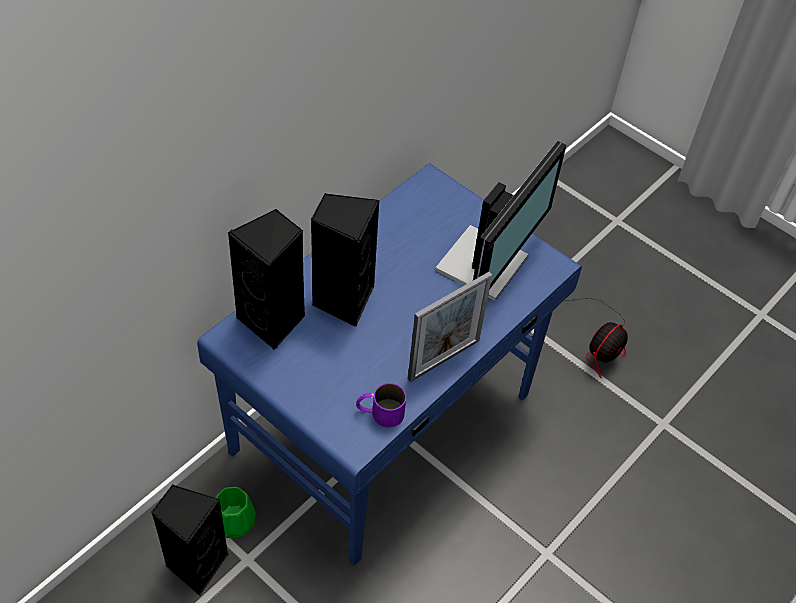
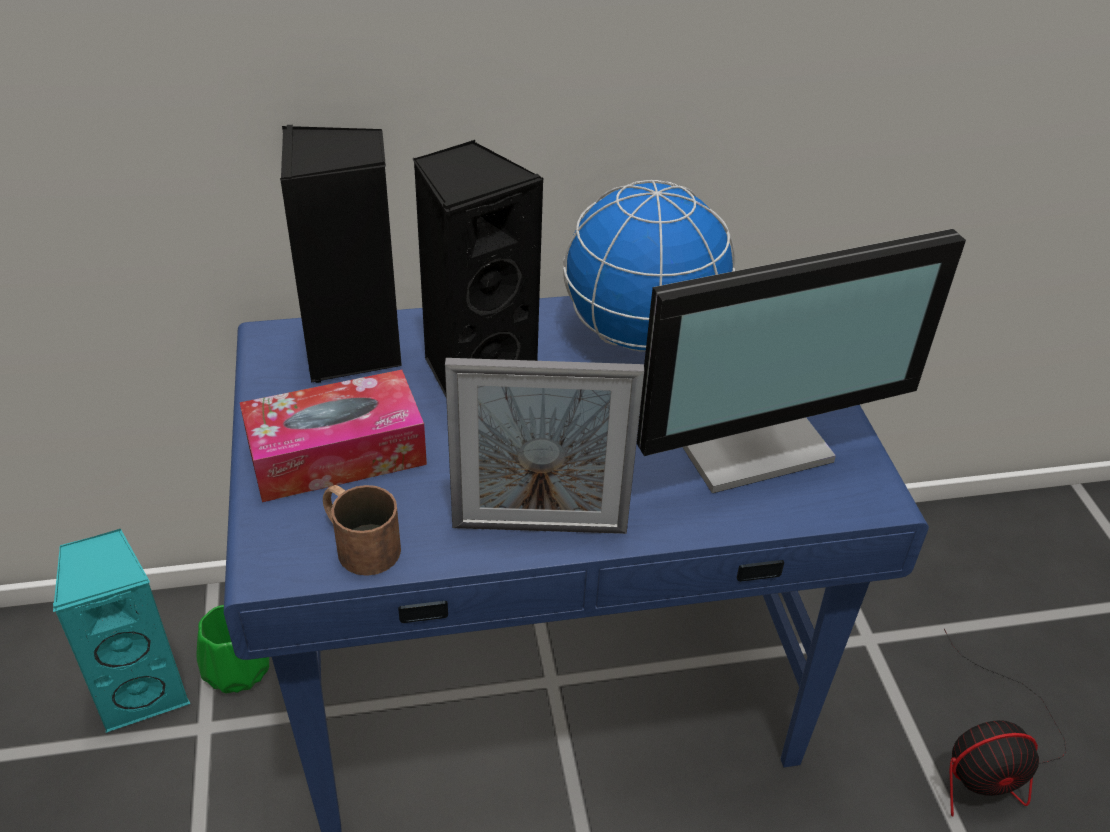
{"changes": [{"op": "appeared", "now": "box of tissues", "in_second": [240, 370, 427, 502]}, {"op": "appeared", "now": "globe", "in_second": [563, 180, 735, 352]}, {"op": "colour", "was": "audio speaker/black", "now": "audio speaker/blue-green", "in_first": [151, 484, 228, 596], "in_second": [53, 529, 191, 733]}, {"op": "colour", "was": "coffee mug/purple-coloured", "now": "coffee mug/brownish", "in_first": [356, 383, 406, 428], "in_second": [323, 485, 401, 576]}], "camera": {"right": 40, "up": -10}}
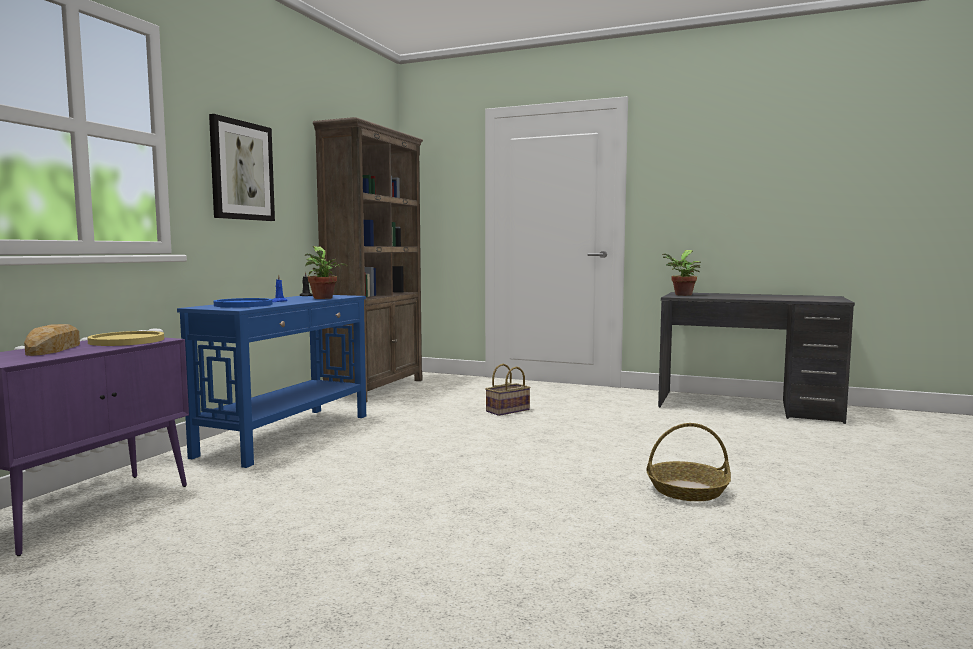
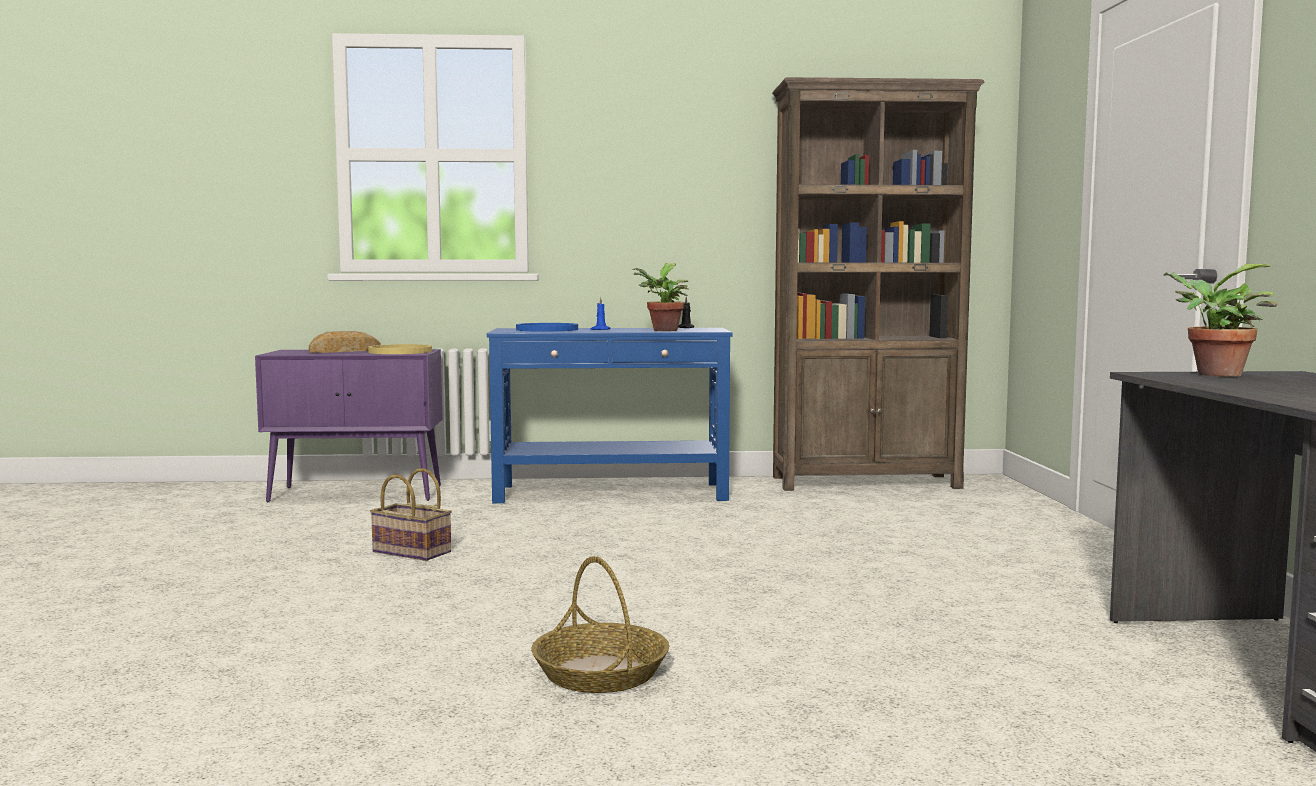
{"changes": [{"op": "missing", "was": "picture", "in_first": [209, 114, 275, 221]}, {"op": "relocated", "was": "storage basket", "in_first": [485, 364, 530, 416], "in_second": [370, 468, 452, 561]}], "camera": {"right": 65, "up": 0}}
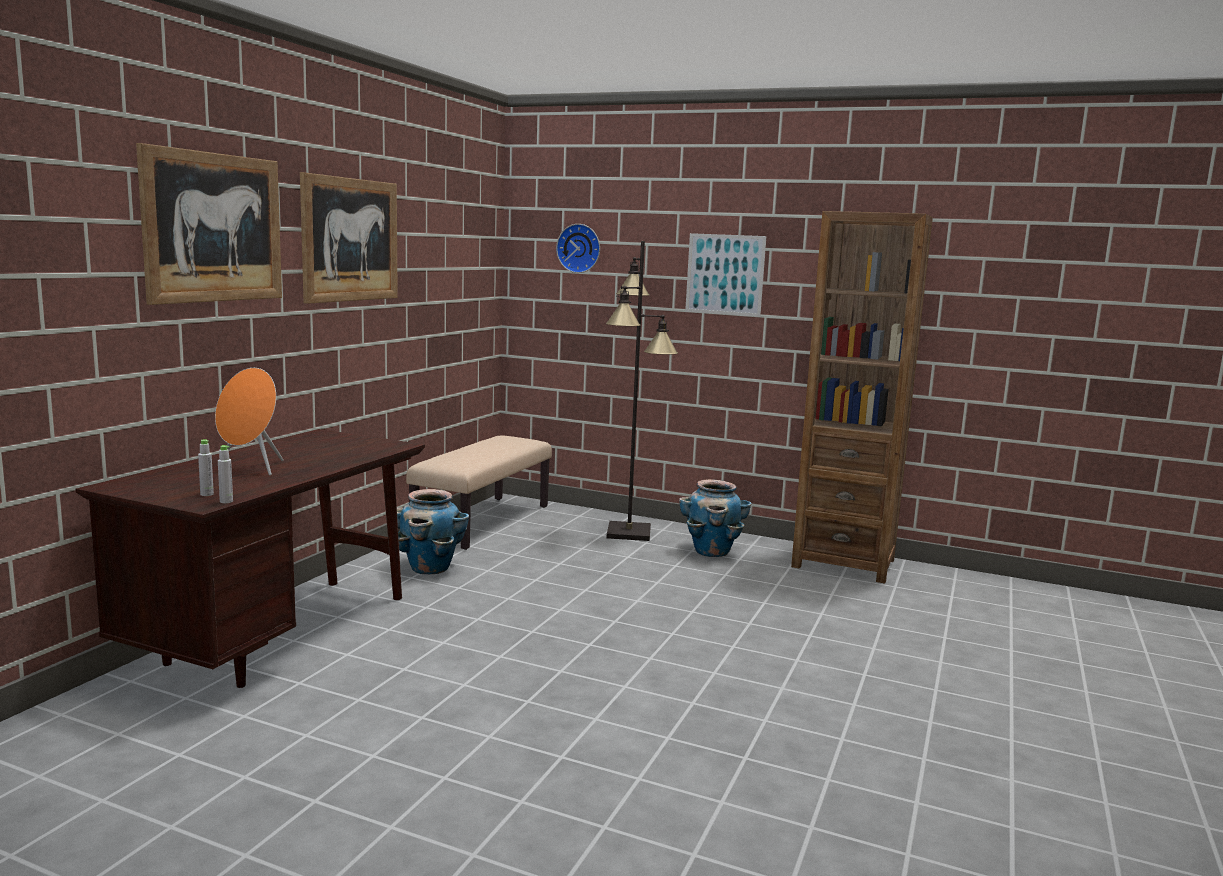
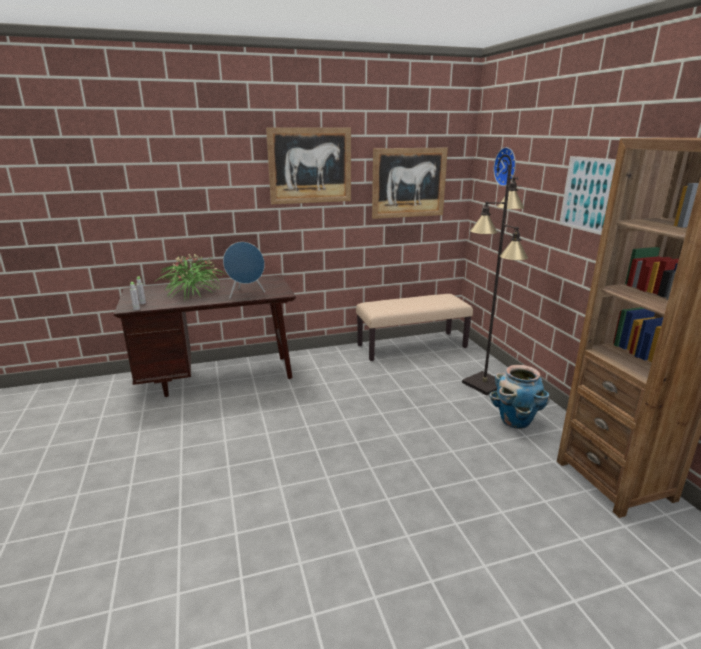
{"changes": [{"op": "missing", "was": "plant pot", "in_first": [397, 489, 469, 574]}, {"op": "appeared", "now": "audio speaker/blue-coloured", "in_second": [223, 242, 265, 299]}, {"op": "relocated", "was": "picture", "in_first": [136, 143, 282, 305], "in_second": [372, 148, 448, 219]}, {"op": "exchanged", "was": "audio speaker/orangey", "now": "potted plant", "in_first": [215, 368, 284, 475], "in_second": [156, 254, 225, 298]}], "camera": {"right": 50, "up": 10}}
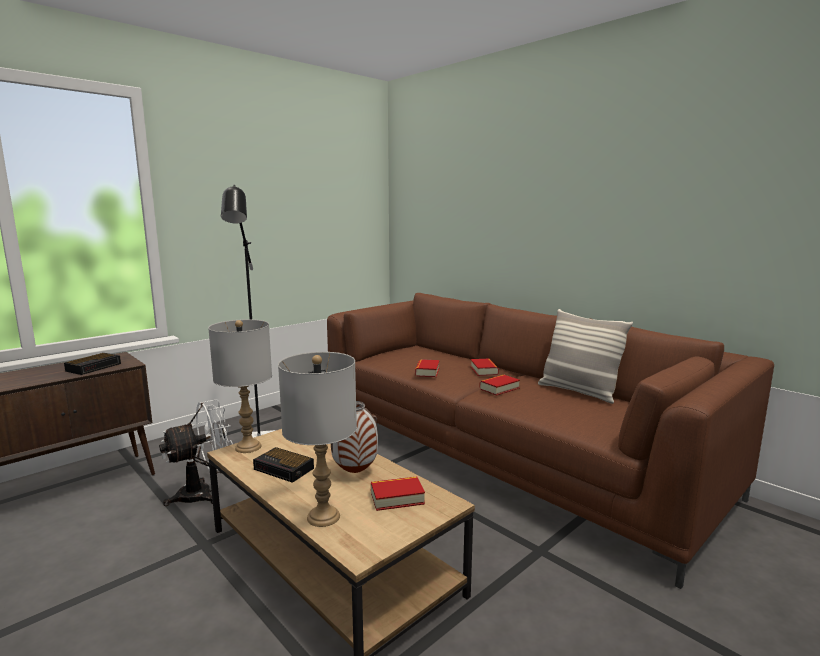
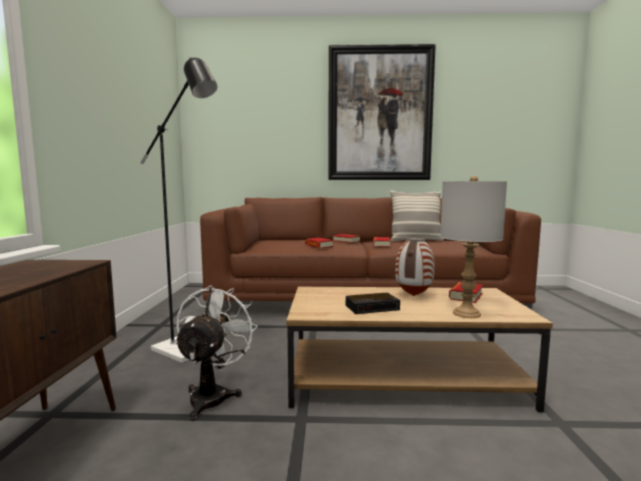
{"changes": [{"op": "missing", "was": "bedside clock", "in_first": [64, 353, 121, 375]}, {"op": "missing", "was": "lamp for a table/greyish", "in_first": [208, 319, 272, 453]}, {"op": "appeared", "now": "picture", "in_second": [328, 44, 436, 180]}], "camera": {"right": -45, "up": -5}}
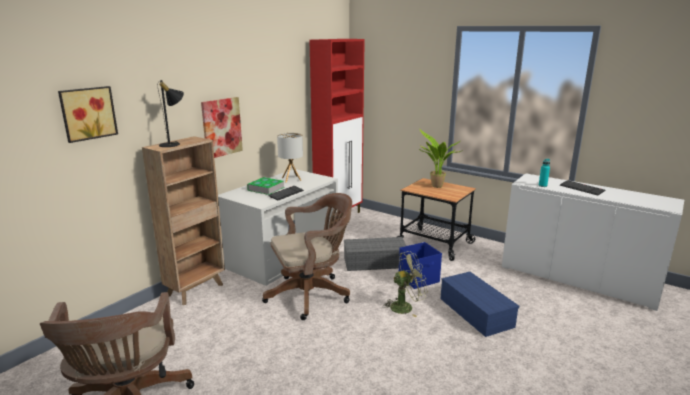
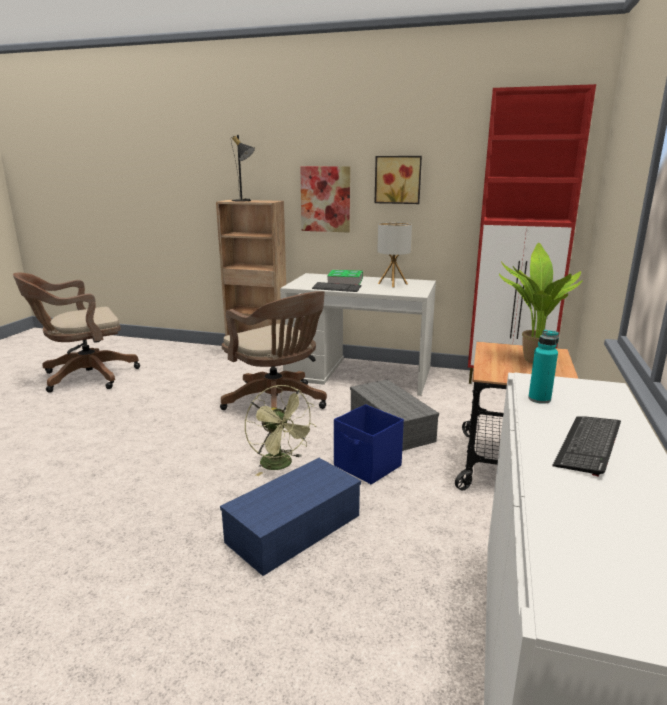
{"changes": [{"op": "relocated", "was": "picture", "in_first": [58, 86, 118, 143], "in_second": [374, 156, 422, 204]}], "camera": {"right": 70, "up": 0}}
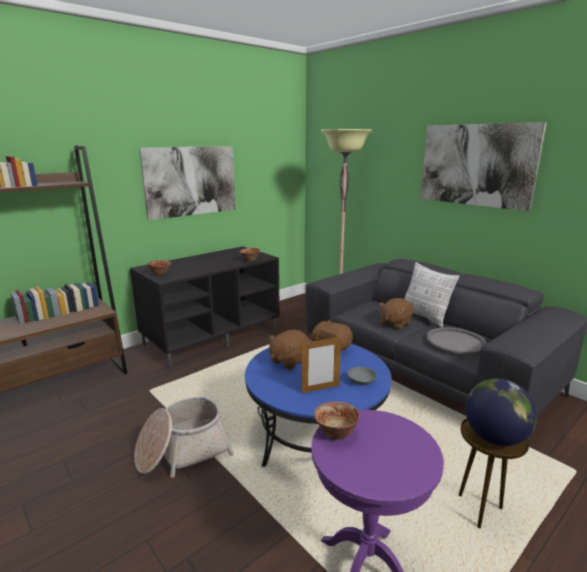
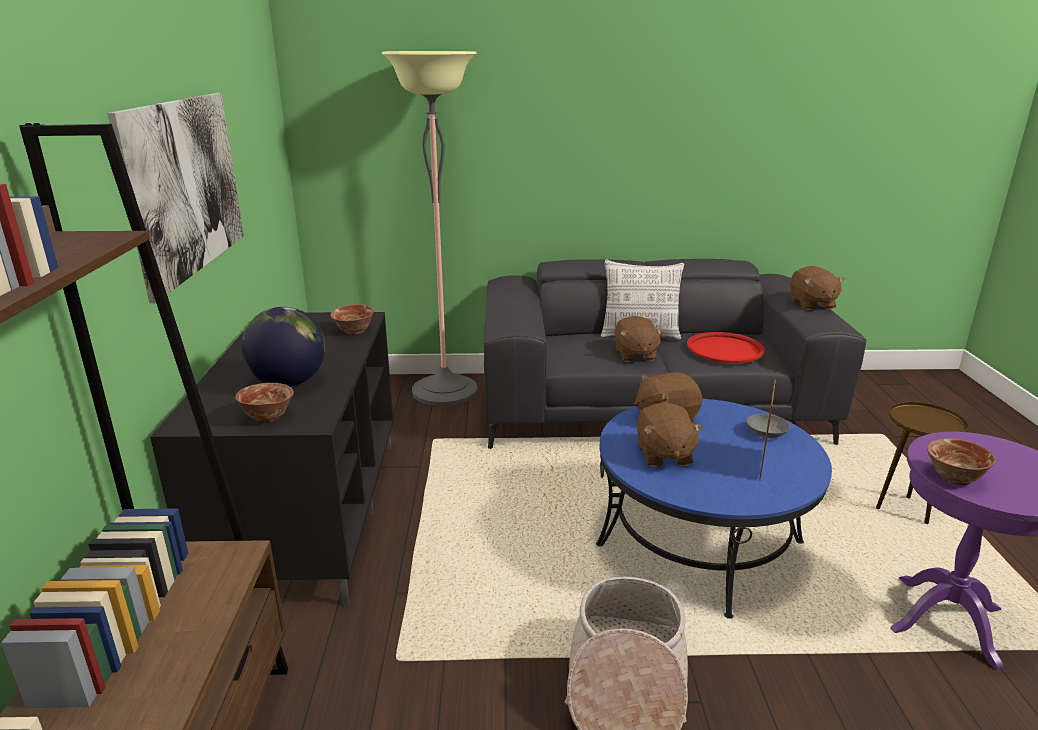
{"changes": [{"op": "missing", "was": "picture", "in_first": [420, 122, 547, 211]}, {"op": "appeared", "now": "soft toy/brownish", "in_second": [790, 266, 845, 310]}, {"op": "relocated", "was": "globe", "in_first": [465, 379, 537, 446], "in_second": [241, 307, 326, 386]}, {"op": "colour", "was": "tray/greyish", "now": "tray/red", "in_first": [427, 327, 487, 354], "in_second": [687, 332, 765, 363]}], "camera": {"right": -50, "up": 5}}
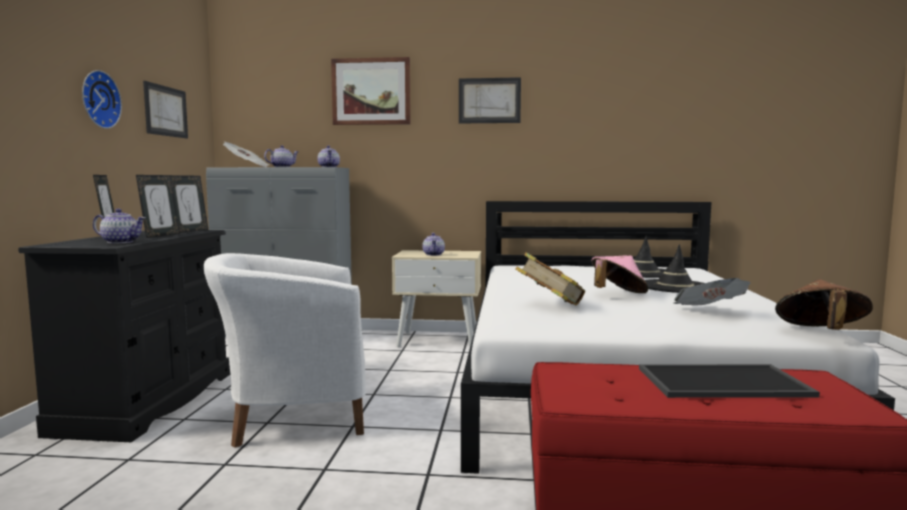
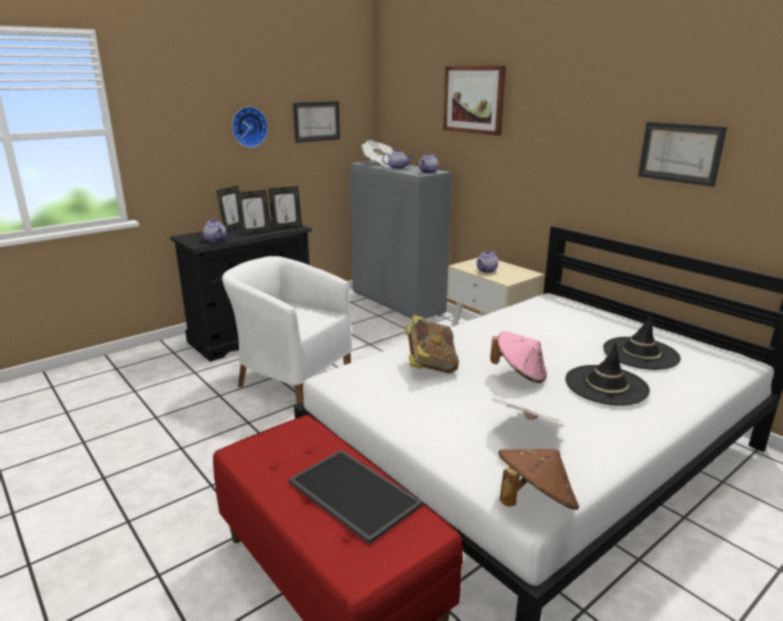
{"changes": [{"op": "relocated", "was": "picture", "in_first": [459, 77, 521, 123], "in_second": [638, 122, 727, 187]}], "camera": {"right": 45, "up": 15}}
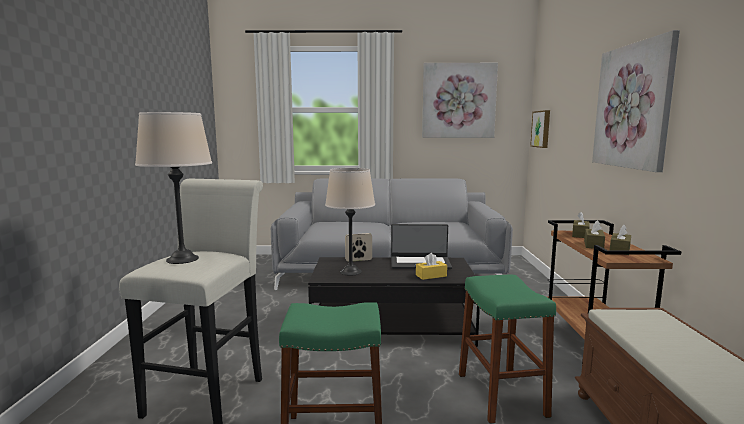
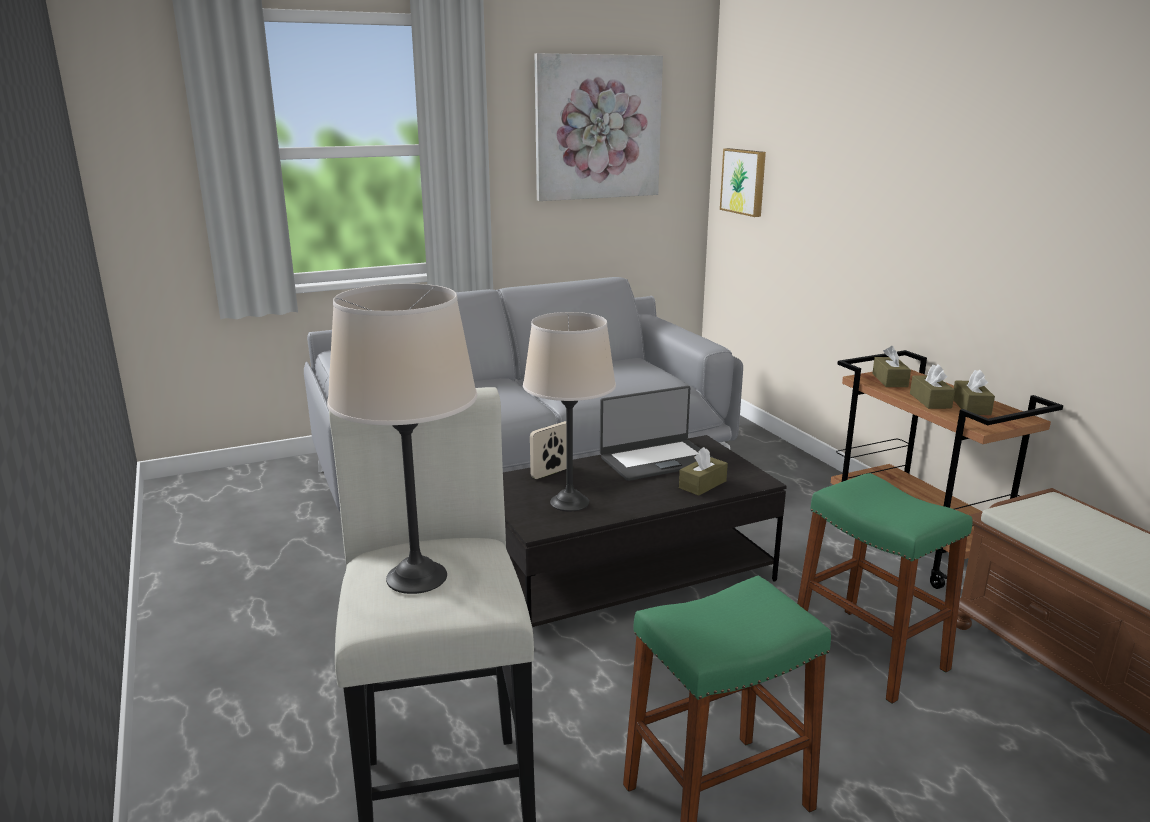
{"changes": [{"op": "missing", "was": "picture", "in_first": [592, 30, 680, 172]}, {"op": "colour", "was": "box of tissues/yellow", "now": "box of tissues/brownish", "in_first": [416, 253, 447, 280], "in_second": [679, 447, 728, 496]}], "camera": {"right": -25, "up": 10}}
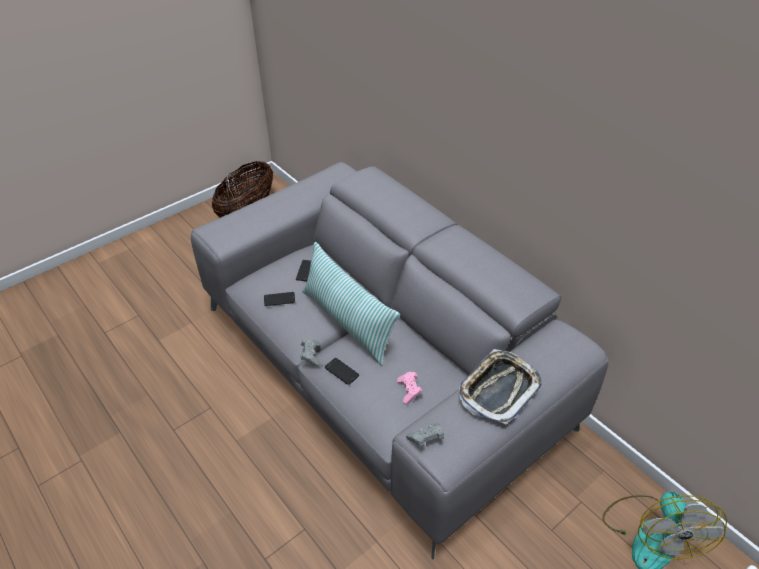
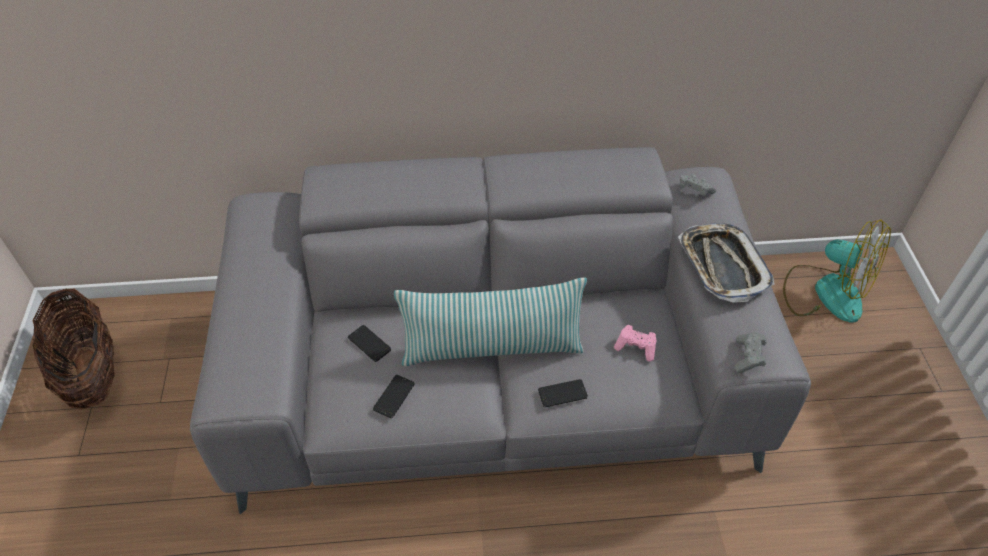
{"changes": [{"op": "relocated", "was": "joypad/greyish", "in_first": [300, 338, 321, 367], "in_second": [679, 175, 716, 196]}], "camera": {"right": -55, "up": 5}}
